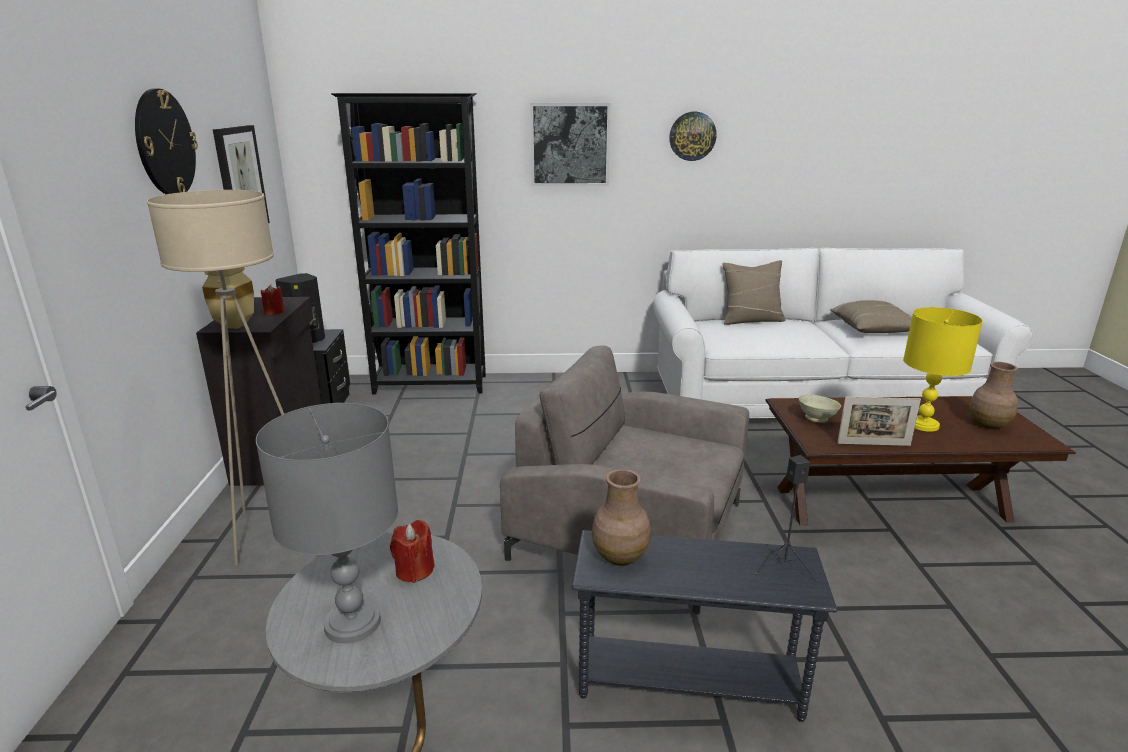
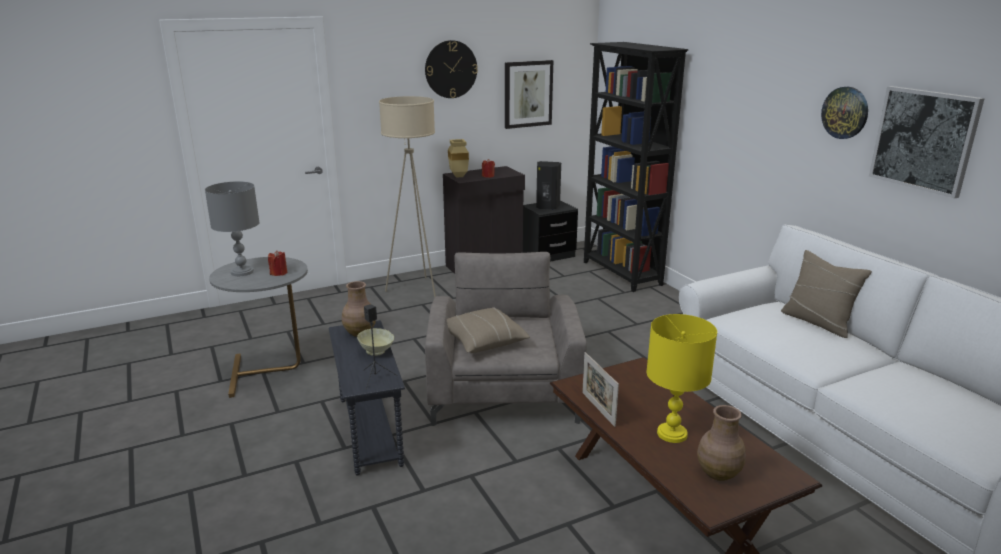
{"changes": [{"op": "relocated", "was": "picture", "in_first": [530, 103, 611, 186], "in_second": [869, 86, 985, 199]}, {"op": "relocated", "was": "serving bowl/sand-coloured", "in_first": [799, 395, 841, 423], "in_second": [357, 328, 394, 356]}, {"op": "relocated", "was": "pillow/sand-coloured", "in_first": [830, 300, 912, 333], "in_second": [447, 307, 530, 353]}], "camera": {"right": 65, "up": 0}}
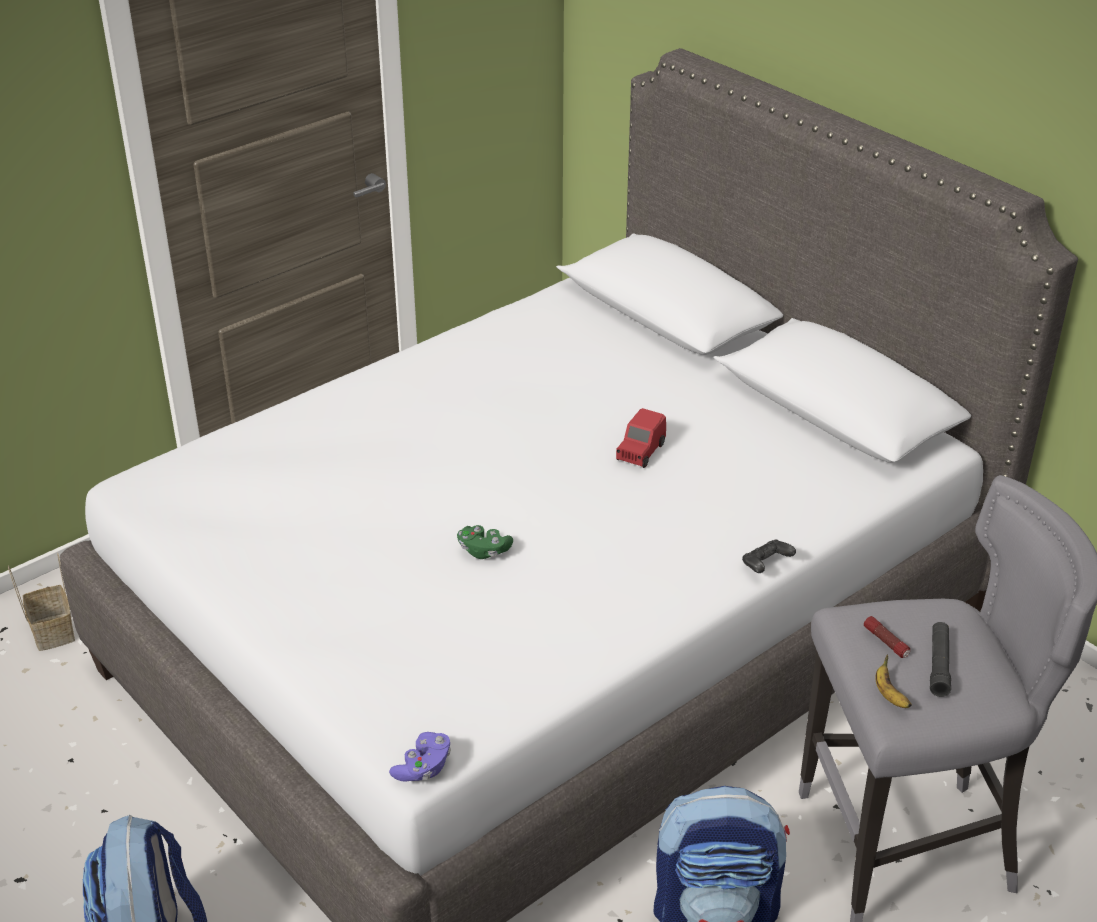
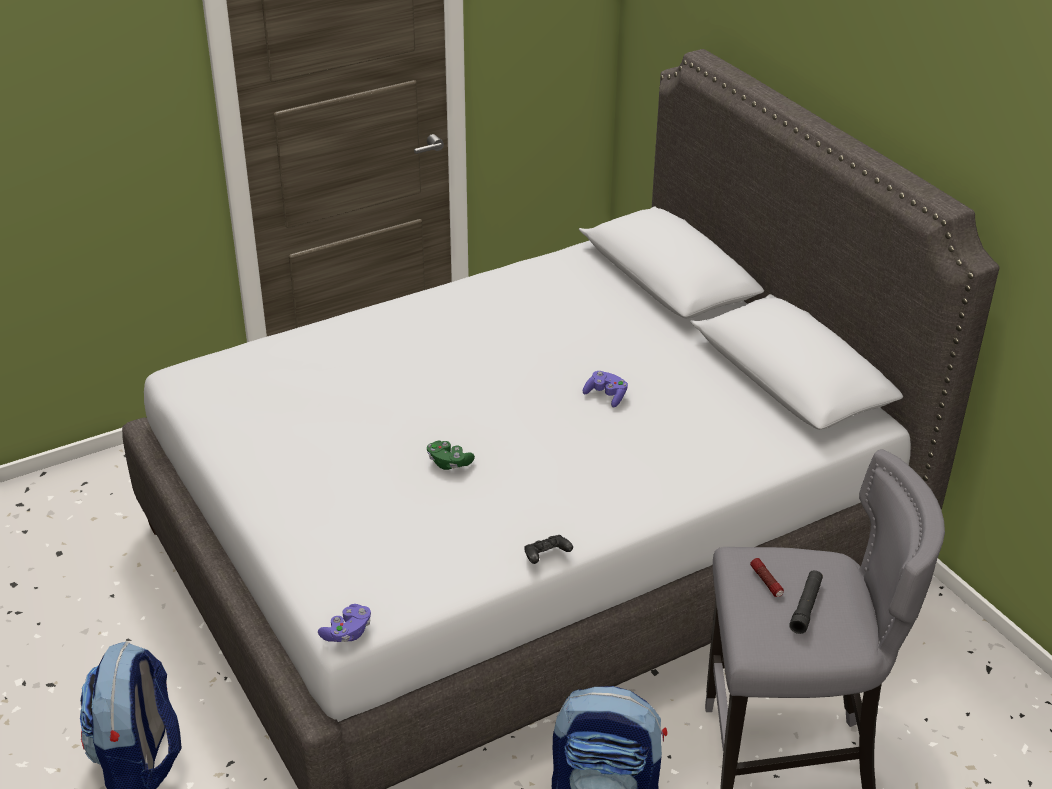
{"changes": [{"op": "missing", "was": "storage basket", "in_first": [8, 553, 75, 651]}, {"op": "missing", "was": "banana", "in_first": [875, 654, 912, 708]}, {"op": "relocated", "was": "joypad/black", "in_first": [742, 540, 796, 573], "in_second": [525, 535, 573, 564]}, {"op": "exchanged", "was": "miniature car/red", "now": "joypad/purple-coloured", "in_first": [616, 408, 666, 468], "in_second": [583, 371, 628, 408]}], "camera": {"right": 10, "up": 0}}
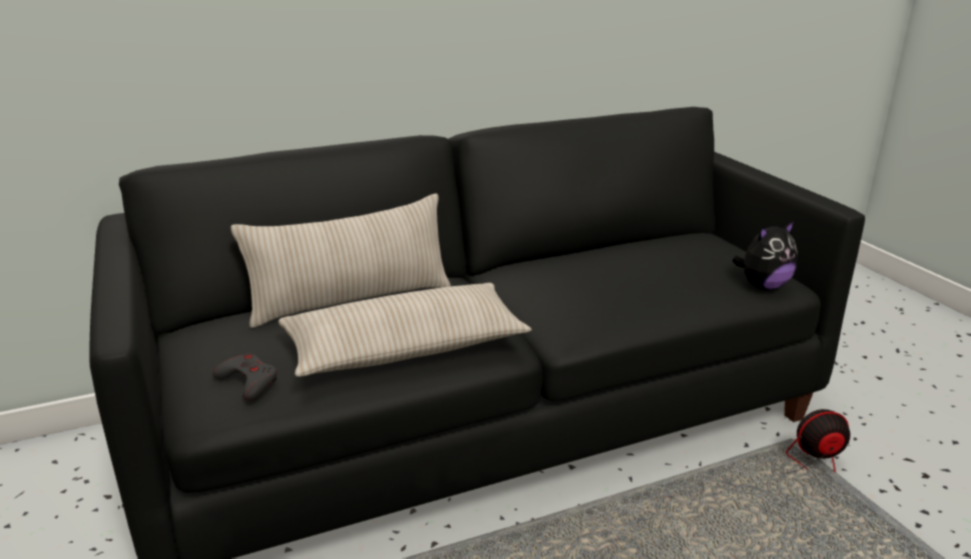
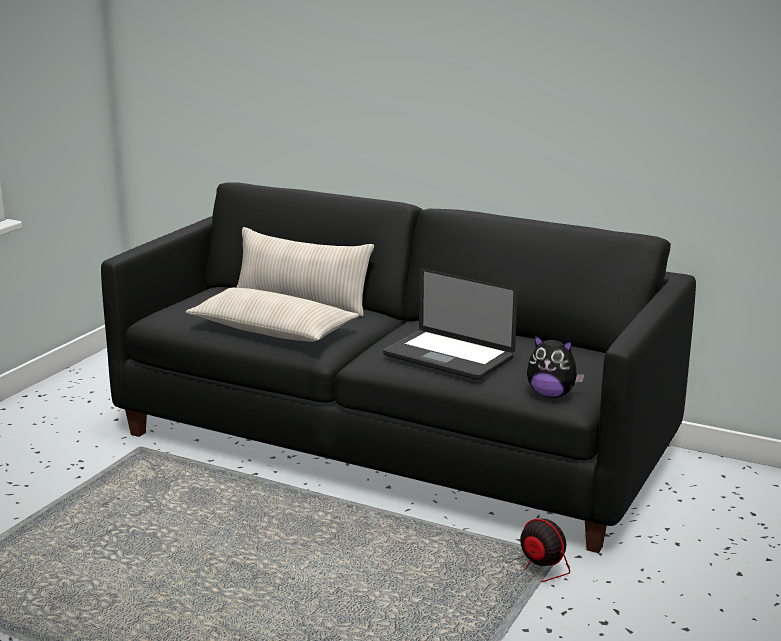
{"changes": [{"op": "missing", "was": "joypad/greyish", "in_first": [213, 353, 277, 401]}, {"op": "appeared", "now": "portable computer", "in_second": [383, 268, 518, 380]}], "camera": {"right": 50, "up": -5}}
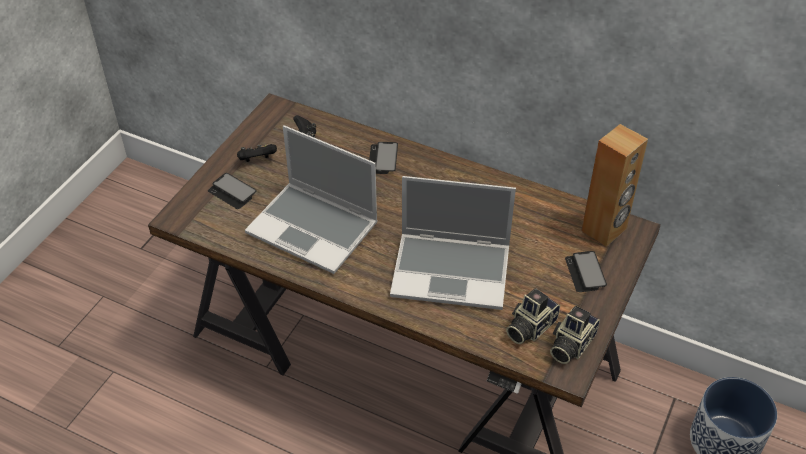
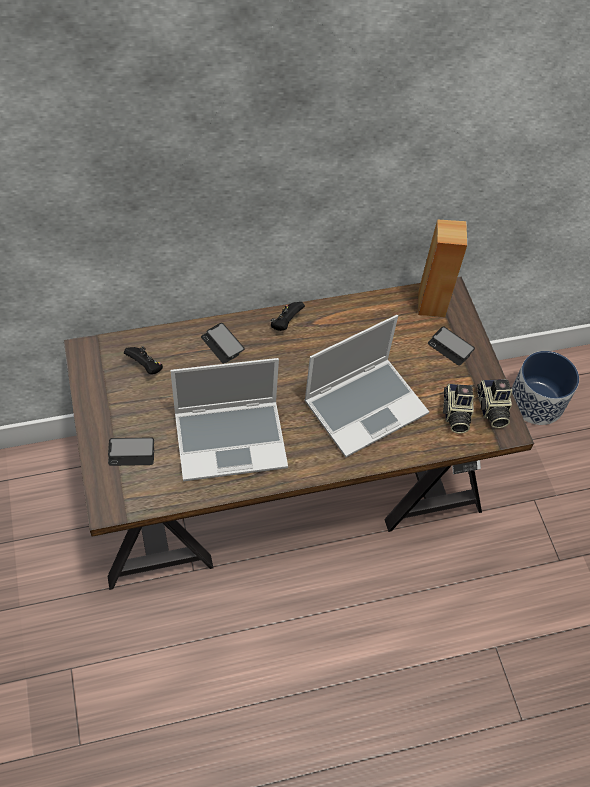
{"changes": [{"op": "relocated", "was": "joypad/black", "in_first": [237, 144, 277, 162], "in_second": [271, 302, 305, 331]}], "camera": {"right": -45, "up": 10}}
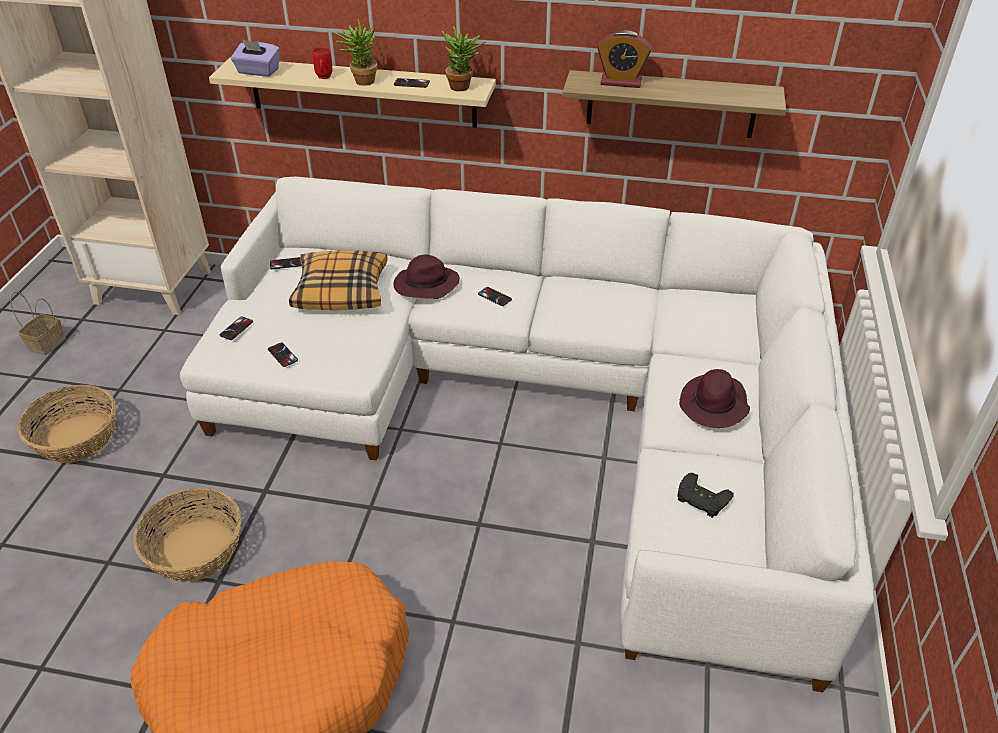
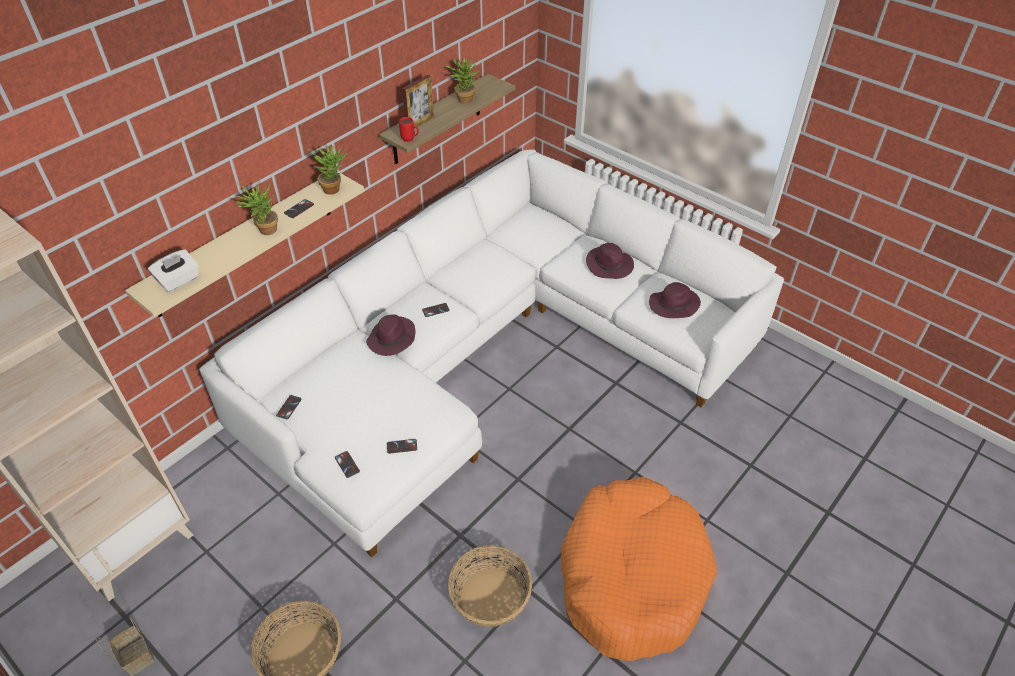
{"changes": [{"op": "missing", "was": "pillow", "in_first": [289, 250, 387, 310]}, {"op": "appeared", "now": "potted plant", "in_second": [445, 58, 479, 104]}, {"op": "relocated", "was": "coffee mug/red", "in_first": [312, 47, 333, 79], "in_second": [399, 117, 419, 142]}, {"op": "exchanged", "was": "bedside clock", "now": "photo frame", "in_first": [597, 30, 651, 88], "in_second": [402, 75, 434, 128]}, {"op": "exchanged", "was": "joypad/black", "now": "hat/purple-coloured", "in_first": [677, 473, 734, 518], "in_second": [649, 282, 701, 318]}, {"op": "colour", "was": "box of tissues/purple-coloured", "now": "box of tissues/white", "in_first": [231, 40, 280, 77], "in_second": [148, 249, 199, 292]}], "camera": {"right": -60, "up": 5}}
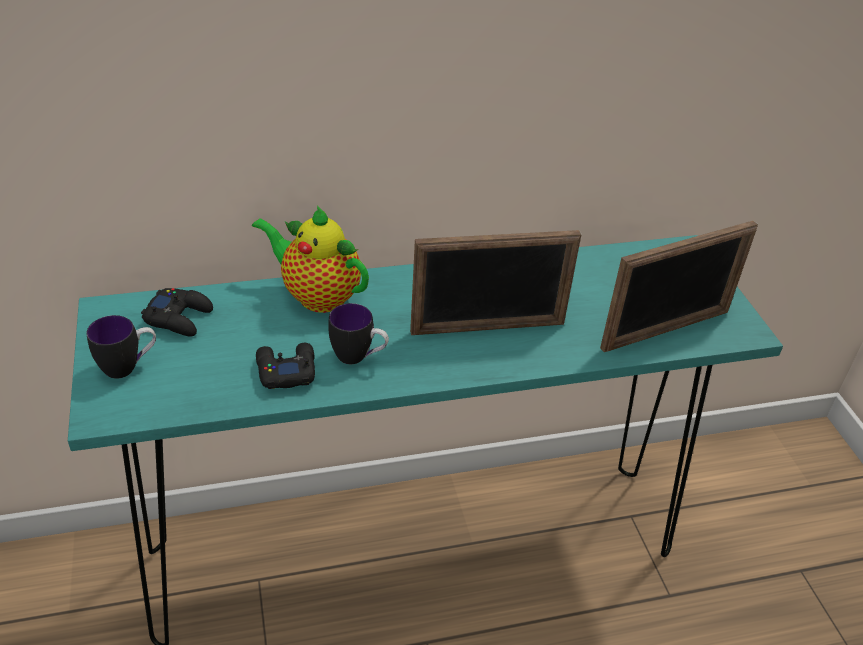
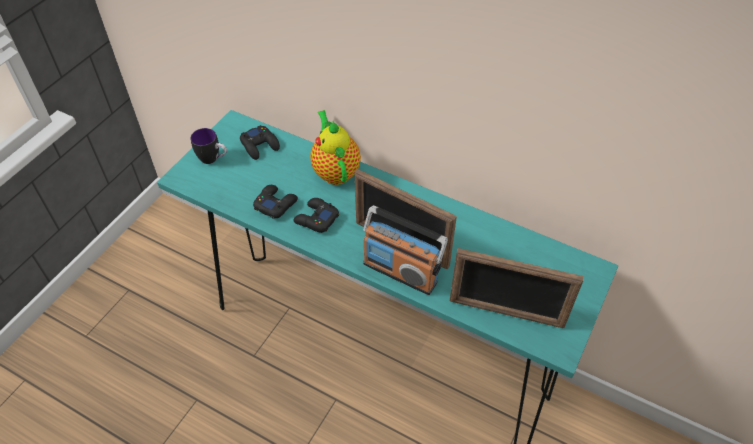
{"changes": [{"op": "appeared", "now": "radio receiver", "in_second": [363, 205, 448, 295]}, {"op": "exchanged", "was": "coffee mug", "now": "joypad/black", "in_first": [328, 303, 389, 364], "in_second": [294, 198, 339, 233]}], "camera": {"right": 45, "up": 10}}
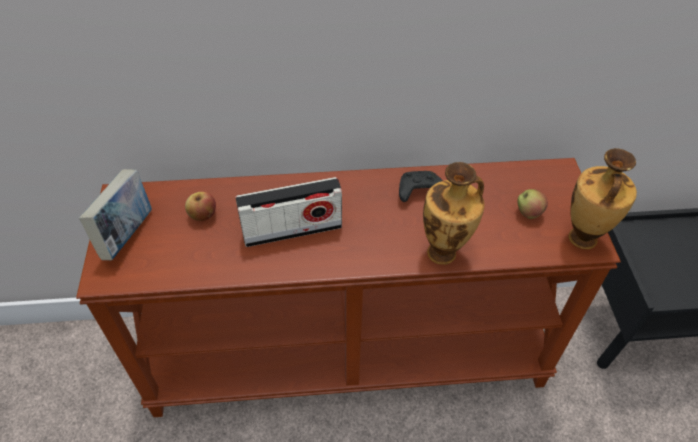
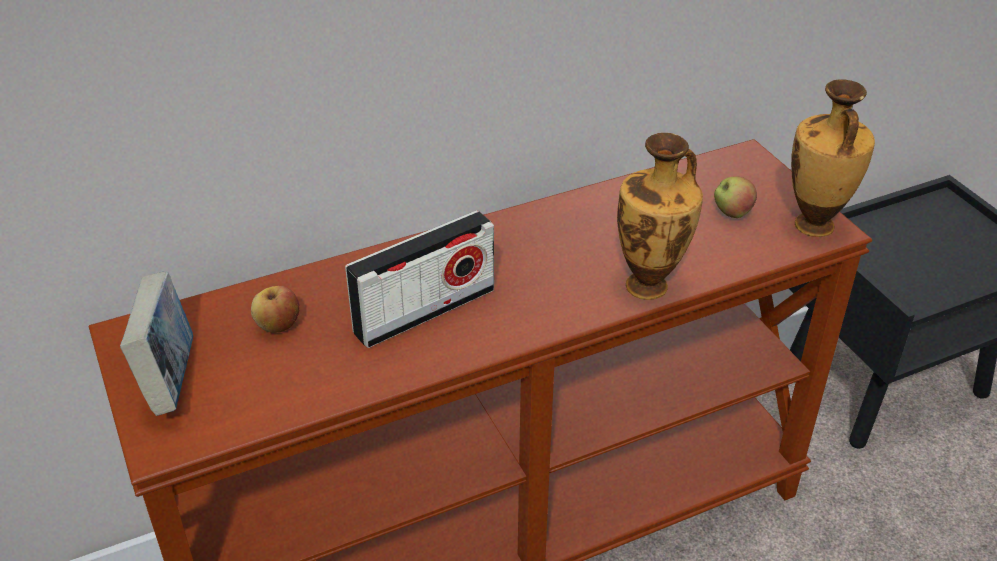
{"changes": [{"op": "missing", "was": "joypad/black", "in_first": [399, 171, 443, 202]}], "camera": {"right": -20, "up": -10}}
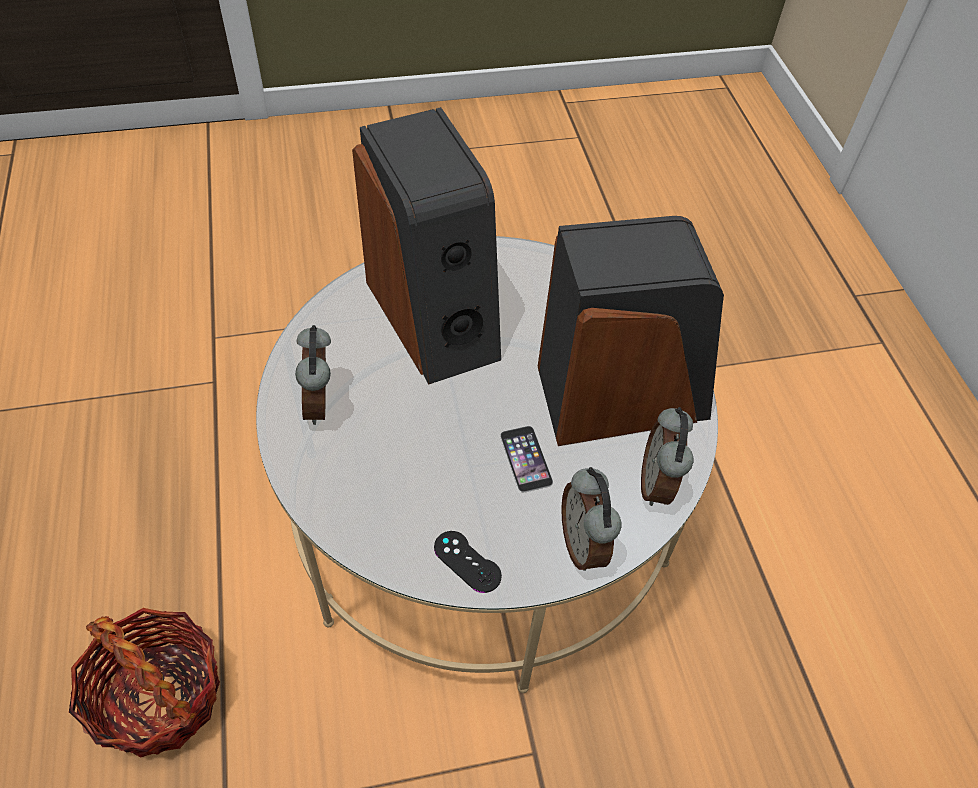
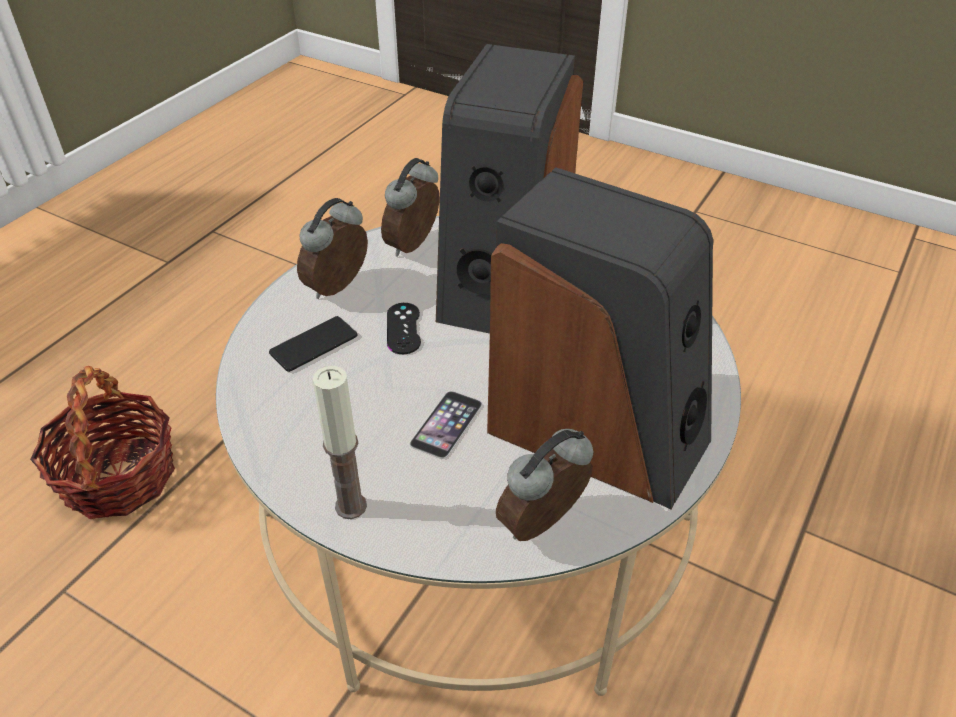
{"changes": [{"op": "appeared", "now": "telephone", "in_second": [269, 316, 357, 372]}, {"op": "appeared", "now": "wax light", "in_second": [312, 366, 367, 519]}, {"op": "relocated", "was": "joypad/black", "in_first": [434, 531, 502, 593], "in_second": [387, 303, 421, 354]}, {"op": "relocated", "was": "bedside clock", "in_first": [561, 467, 621, 571], "in_second": [381, 158, 440, 257]}], "camera": {"right": 45, "up": -10}}
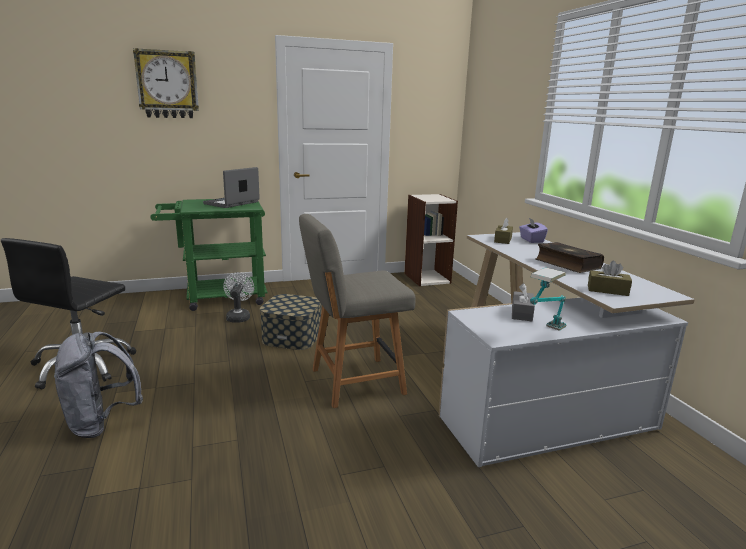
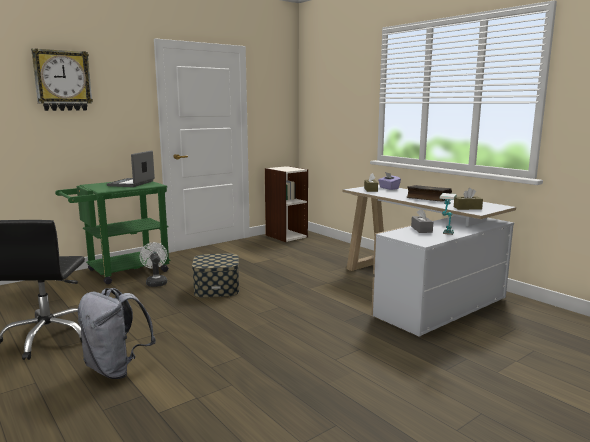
{"changes": [{"op": "missing", "was": "upright chair/greyish", "in_first": [299, 214, 416, 408]}], "camera": {"right": -20, "up": -5}}
